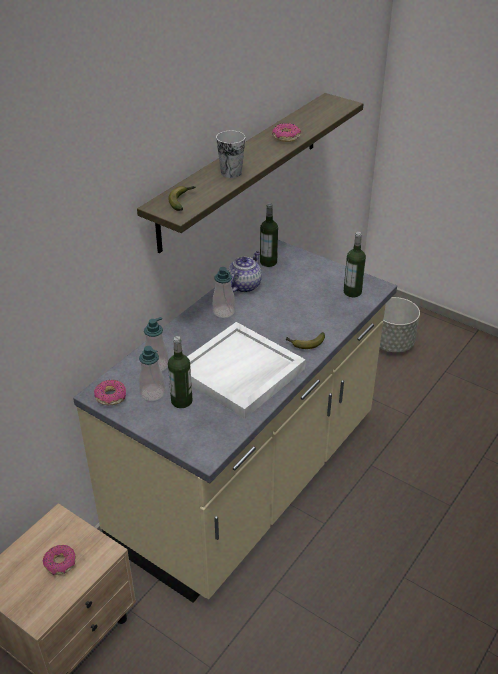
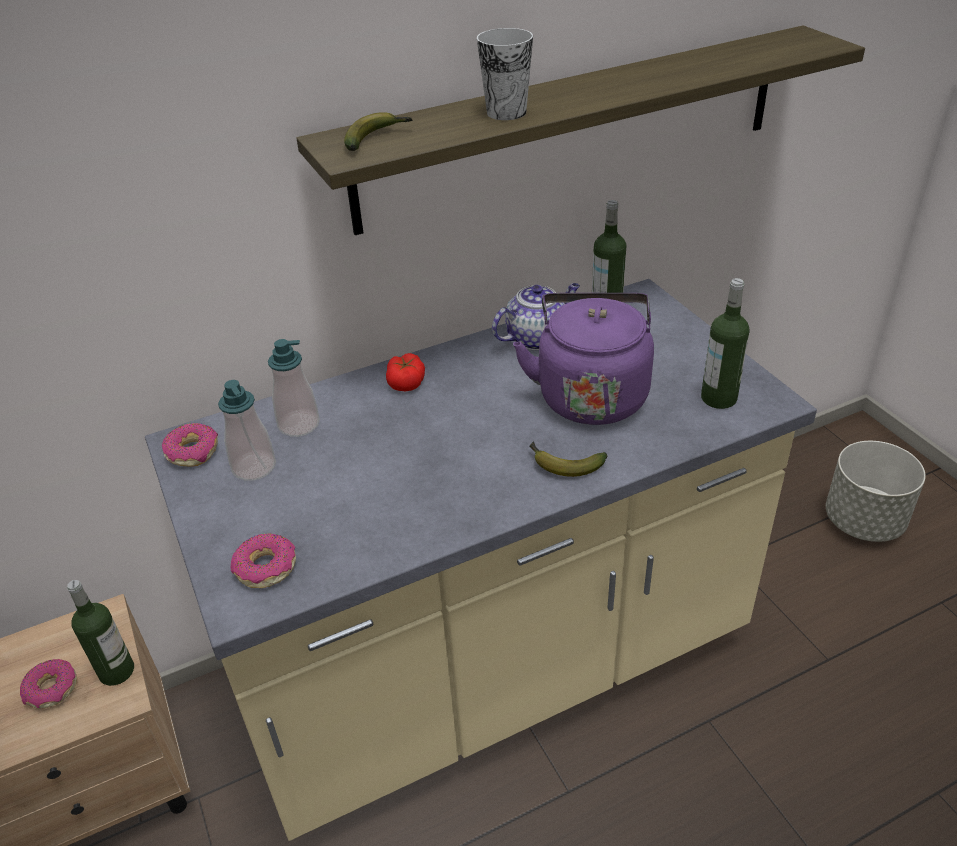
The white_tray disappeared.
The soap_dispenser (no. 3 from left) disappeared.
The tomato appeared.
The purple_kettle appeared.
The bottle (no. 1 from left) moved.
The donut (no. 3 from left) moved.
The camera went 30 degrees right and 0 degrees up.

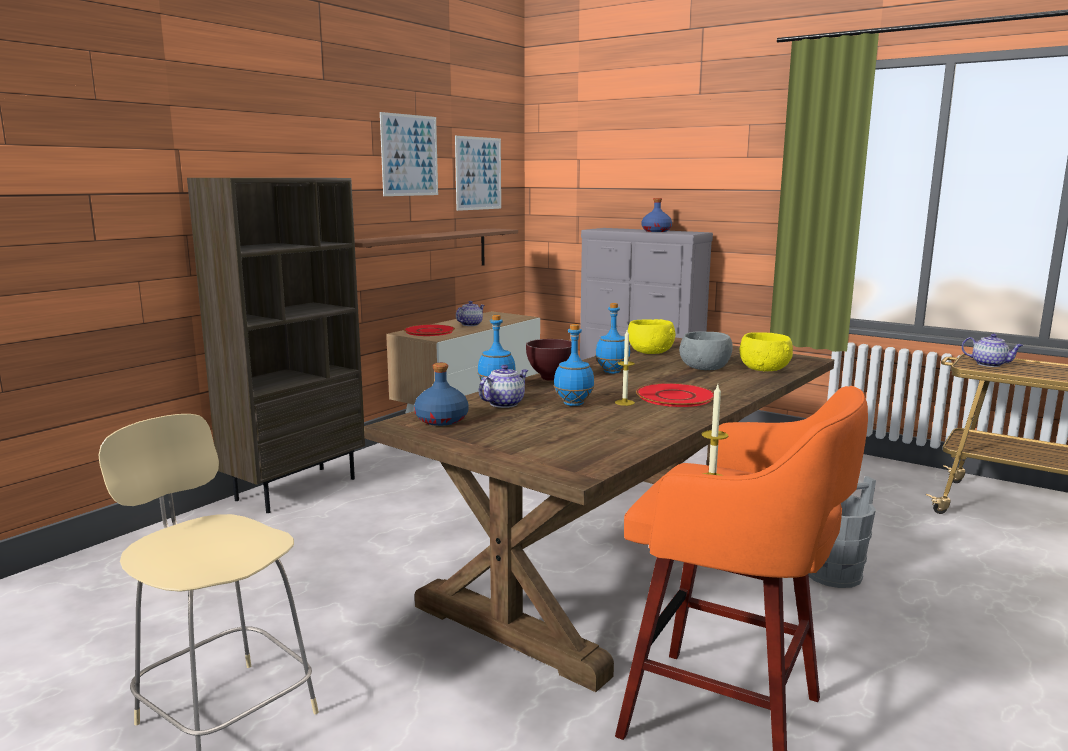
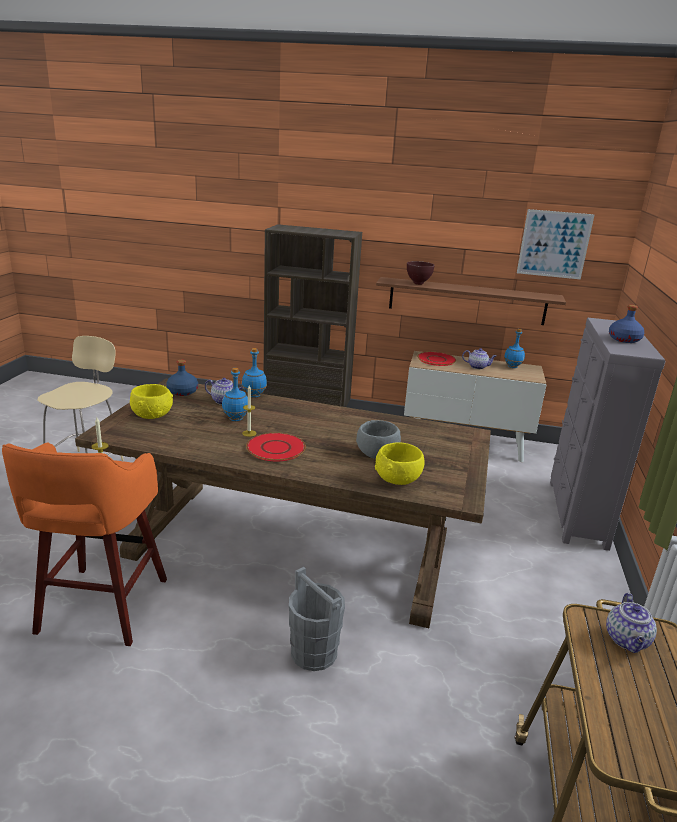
The picture (no. 1 from left) disappeared.
The brown_bowl moved.
The blue_bottle (no. 4 from left) moved.
The yellow_bowl (no. 1 from left) moved.
The camera went 65 degrees right and 10 degrees up.

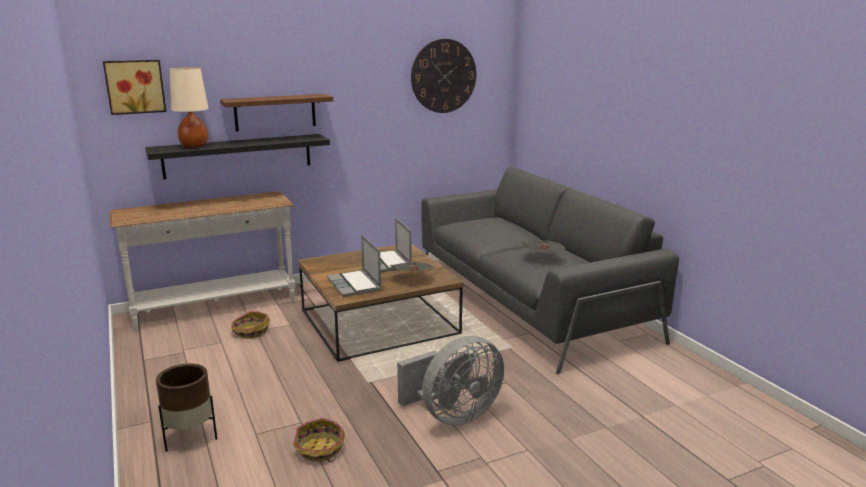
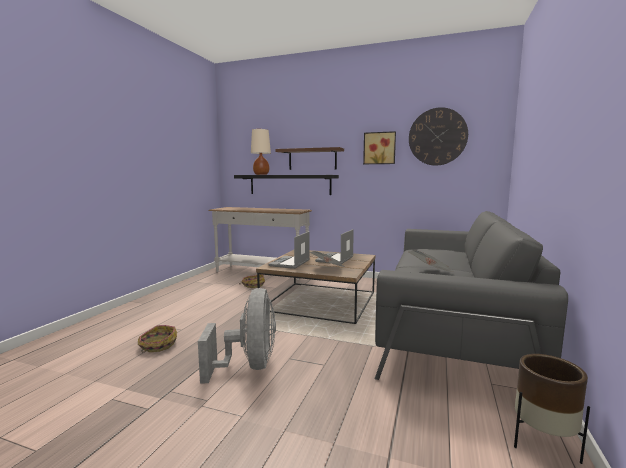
The picture moved.
The brown_planter moved.
The grey_fan turned 105 degrees counterclockwise.
The camera went 45 degrees right and 10 degrees down.

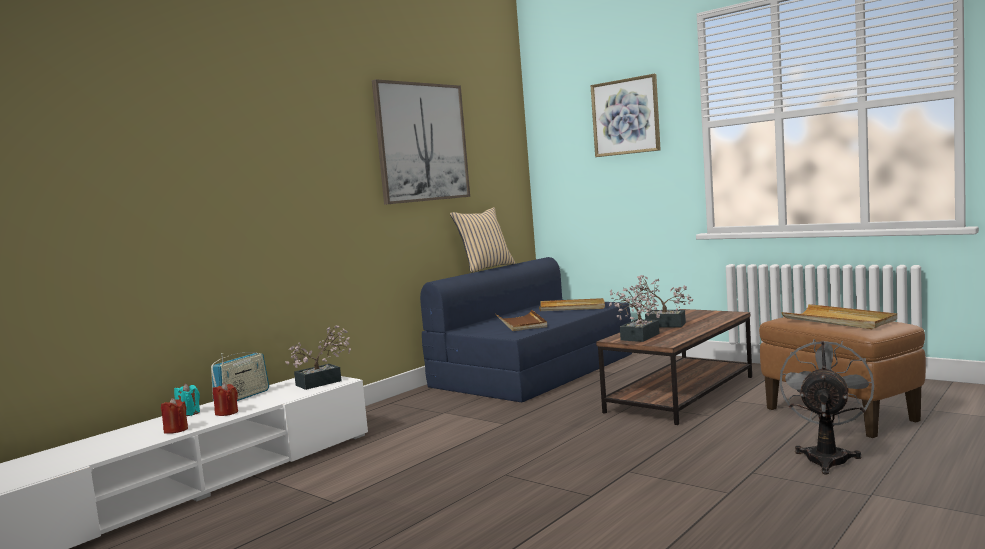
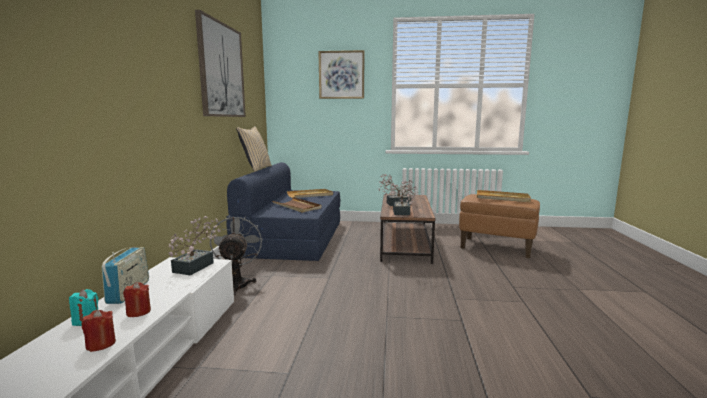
The grey_fan moved.
The camera went 35 degrees left and 5 degrees up.

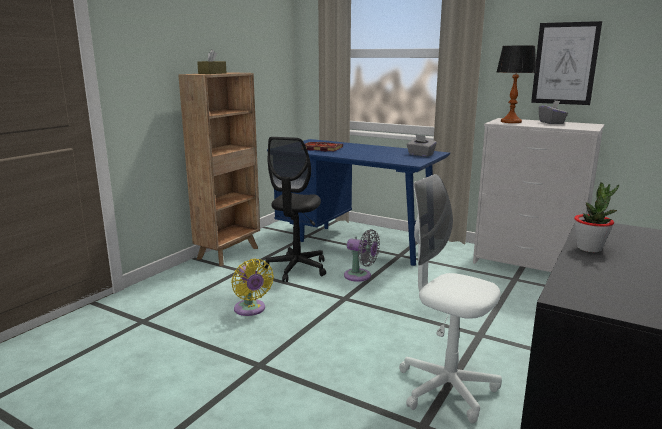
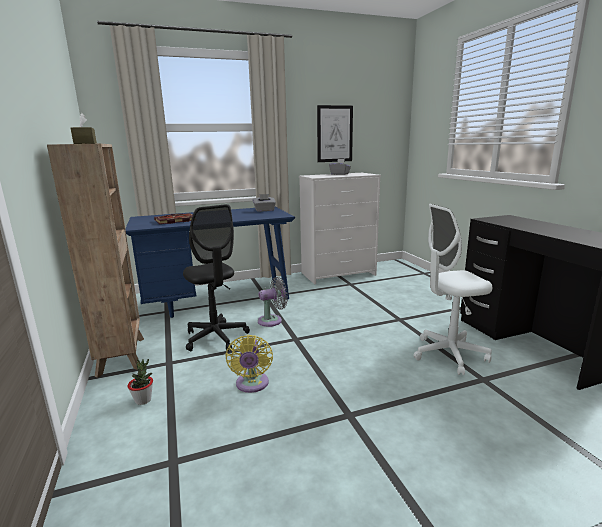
The table_lamp disappeared.
The potted_plant moved.
The yellow_fan turned 75 degrees clockwise.
The camera went 50 degrees left and 0 degrees up.

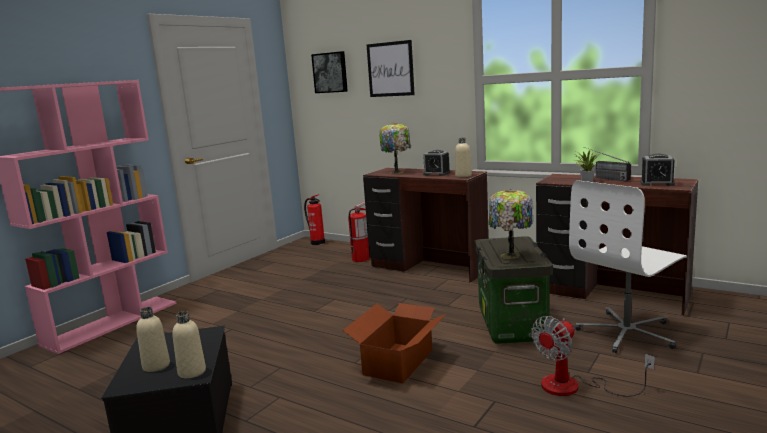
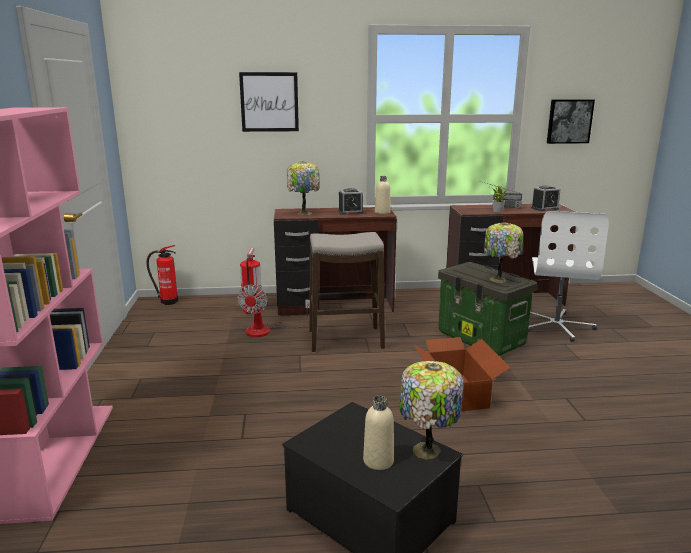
The stool appeared.
The picture (no. 1 from left in the first image) moved.
The fan moved.
The beige_bottle (no. 2 from left) was replaced by the table_lamp (no. 2 from left).
The camera went 40 degrees left and 5 degrees up.

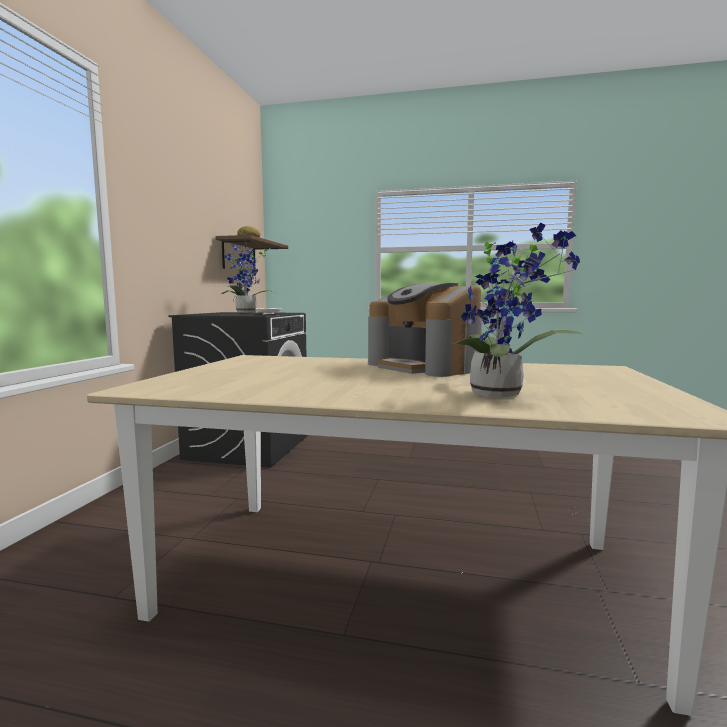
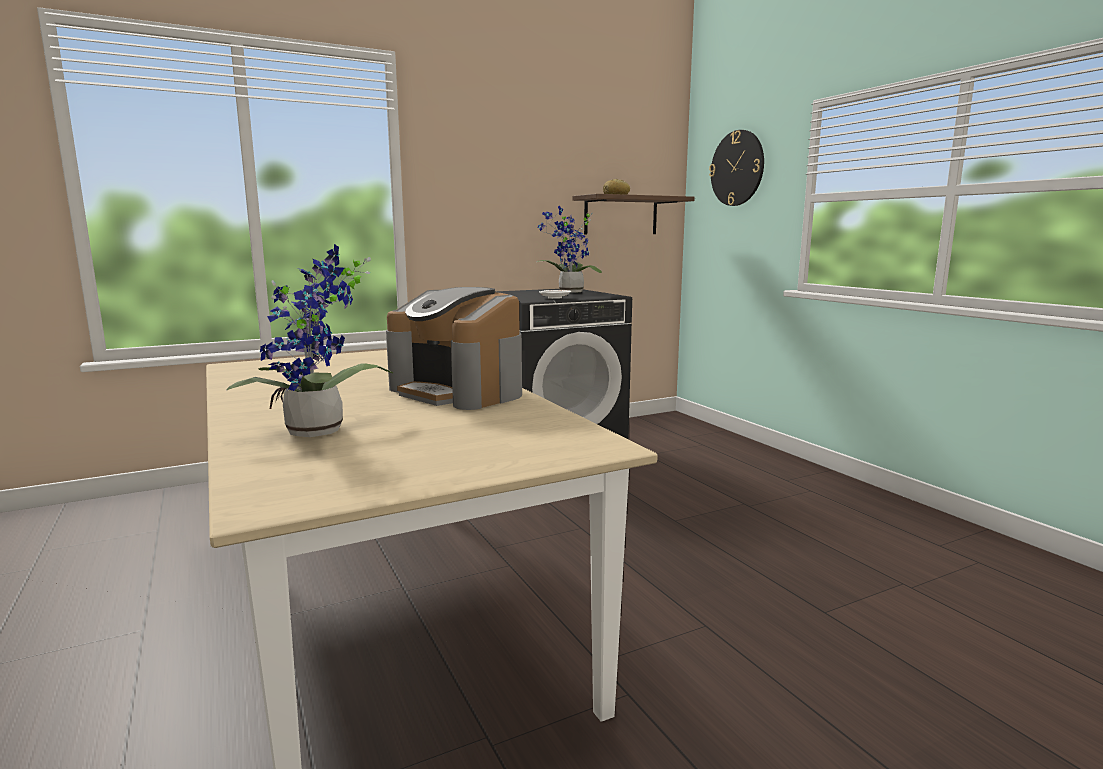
The wall_clock appeared.
The coffee_machine turned 60 degrees counterclockwise.
The camera went 50 degrees right and 5 degrees up.

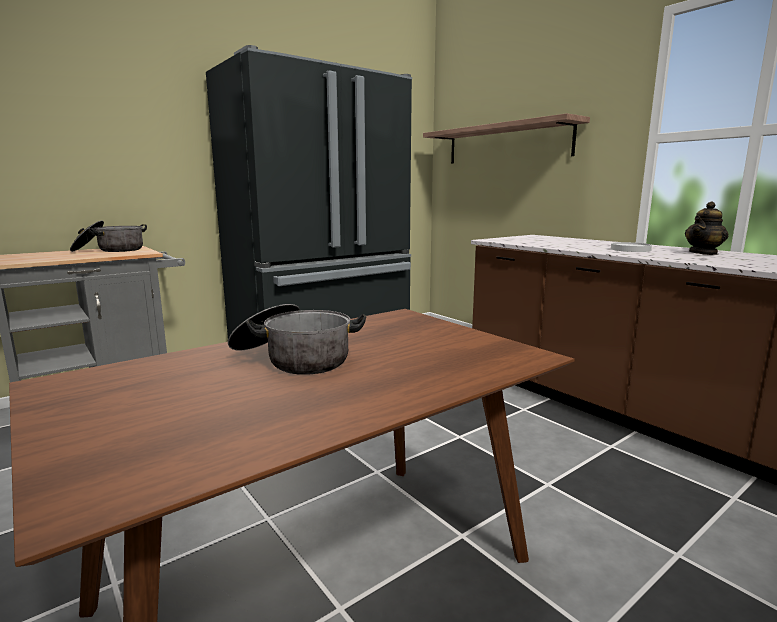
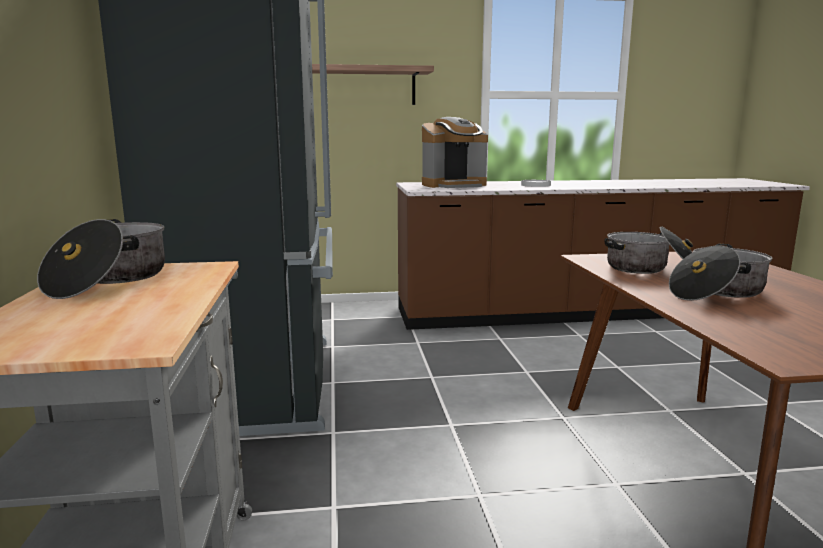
The teapot disappeared.
The coffee_machine appeared.
The cooking_pot (no. 2 from left) appeared.
The camera went 60 degrees left and 0 degrees up.

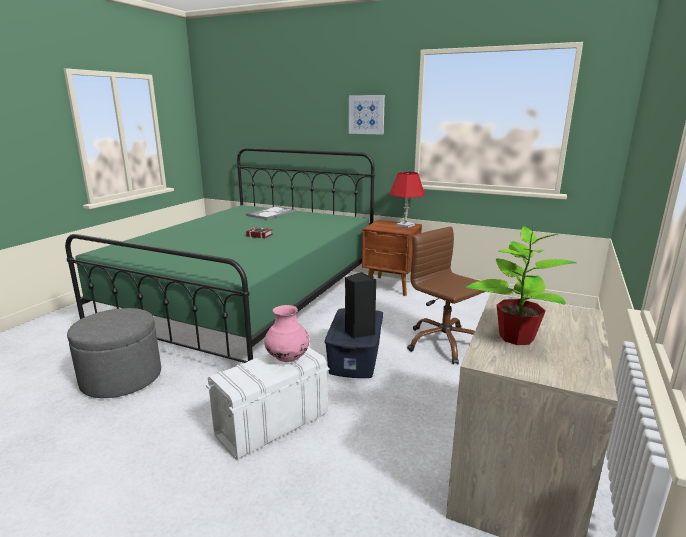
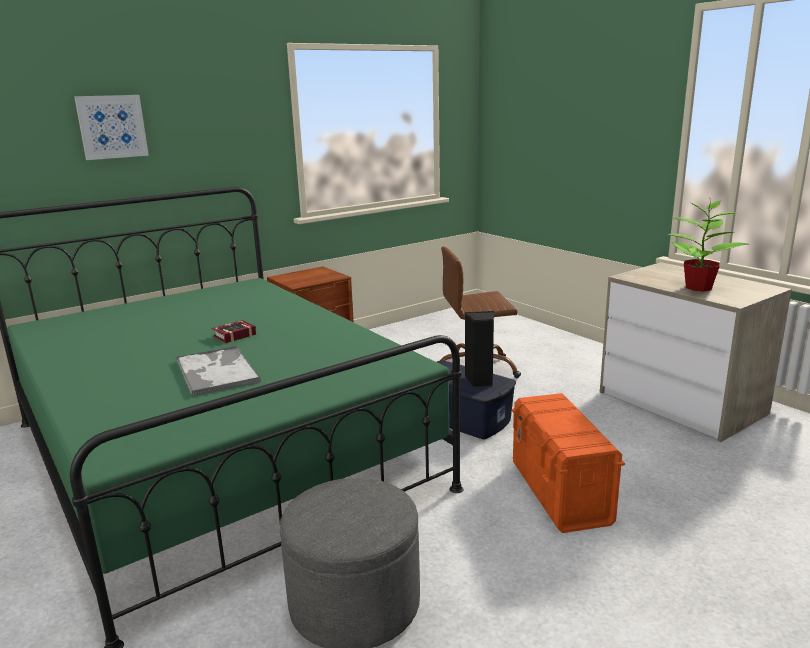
The pink_vase disappeared.
The red_table_lamp disappeared.
The tray moved.
The picture moved.
The white_storage_box became the orange_storage_box.
The camera went 60 degrees left and 0 degrees up.

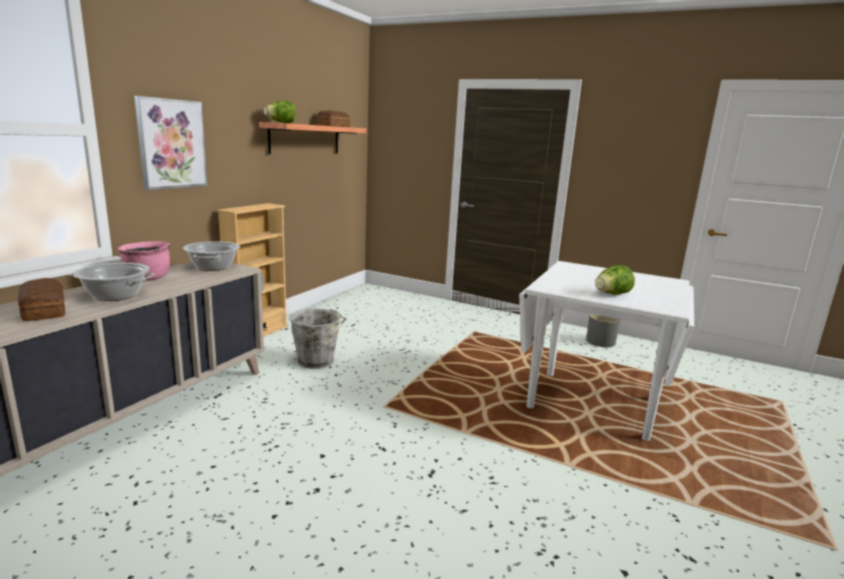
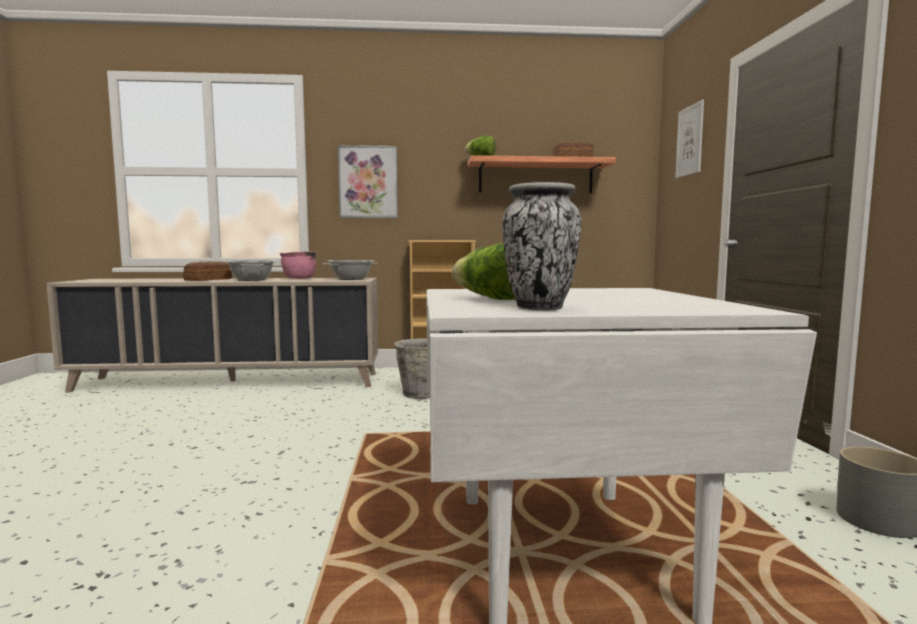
The vase appeared.
The picture (no. 2 from left) appeared.
The camera went 60 degrees right and 10 degrees down.

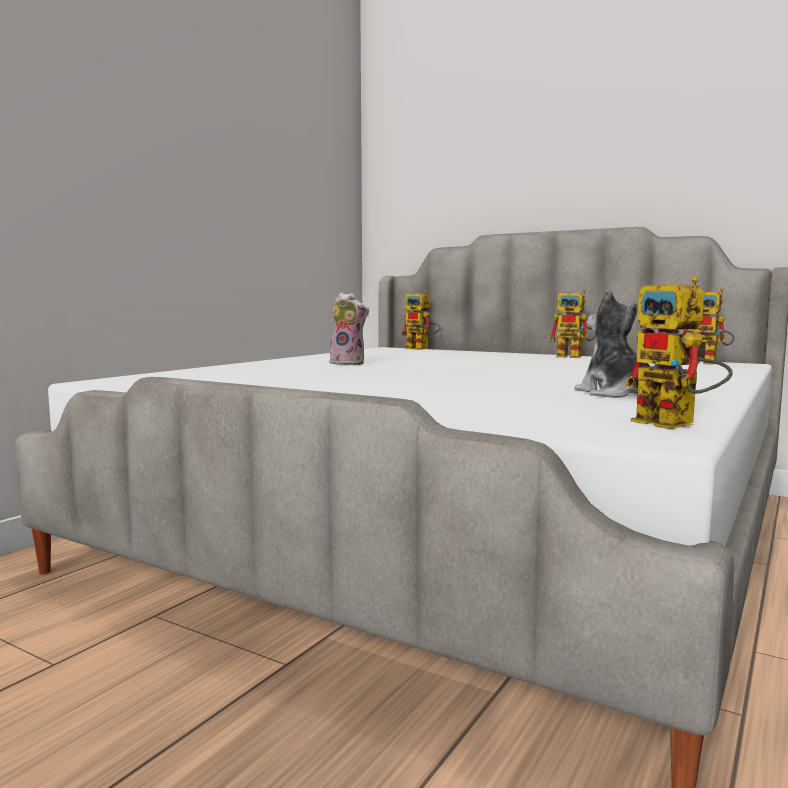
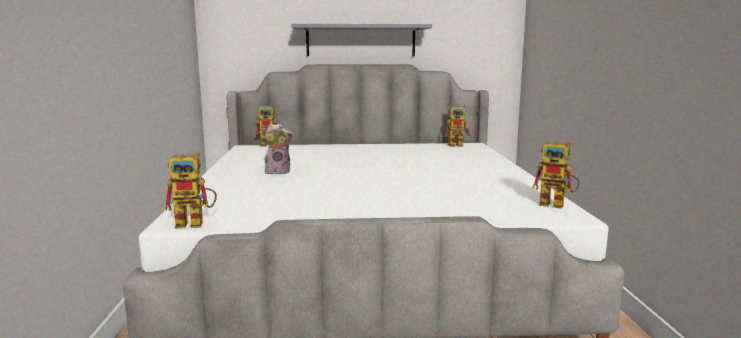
The plush_toy (no. 2 from left) disappeared.
The grey_shelf appeared.
The toy_robot (no. 2 from left in the first image) moved.
The camera went 35 degrees left and 5 degrees up.

